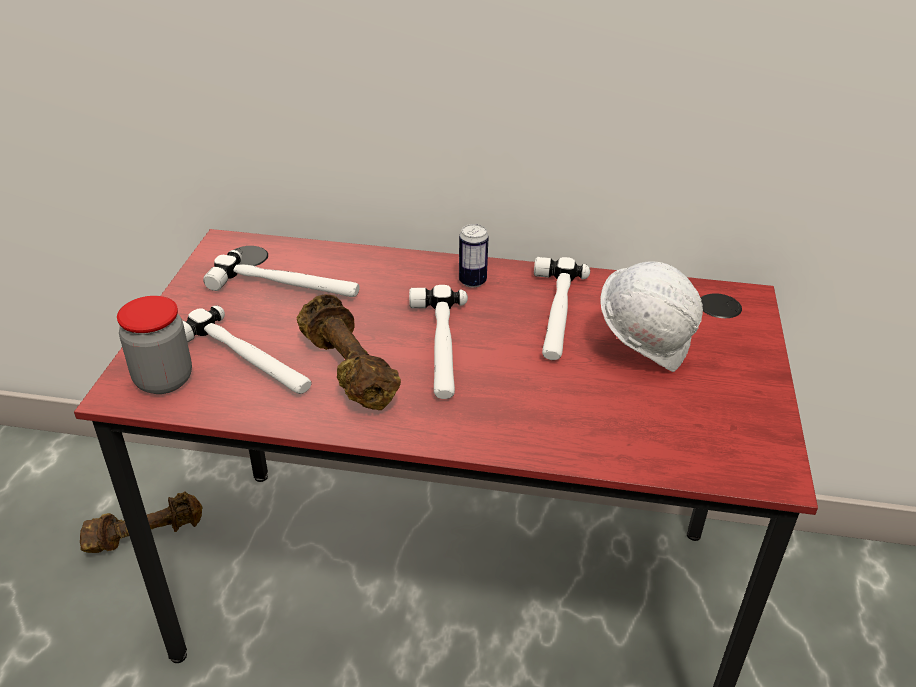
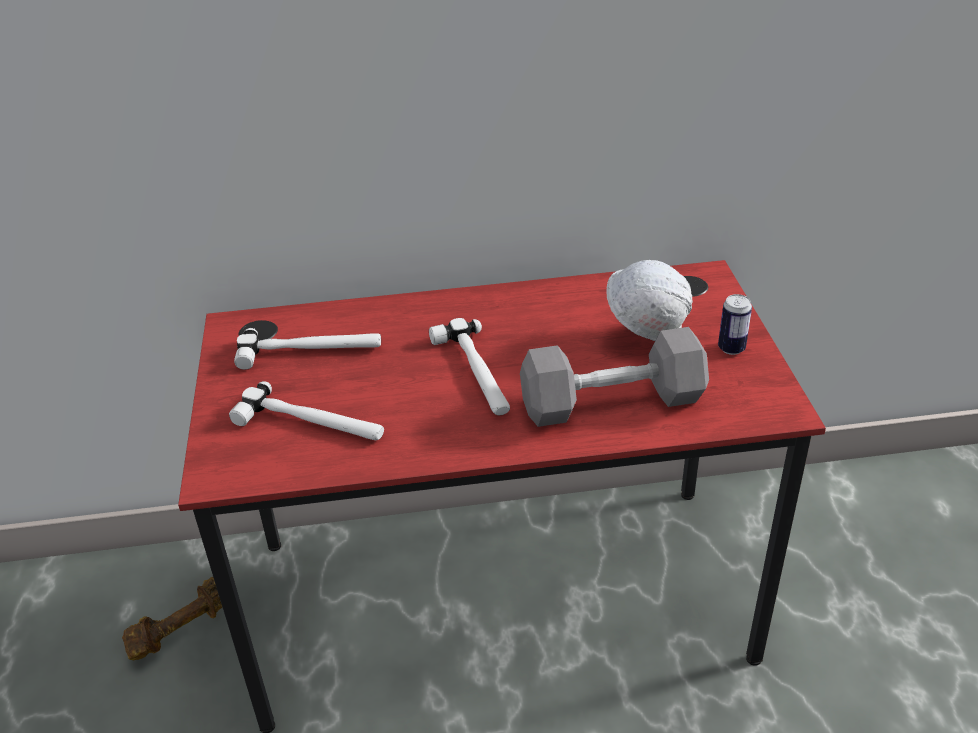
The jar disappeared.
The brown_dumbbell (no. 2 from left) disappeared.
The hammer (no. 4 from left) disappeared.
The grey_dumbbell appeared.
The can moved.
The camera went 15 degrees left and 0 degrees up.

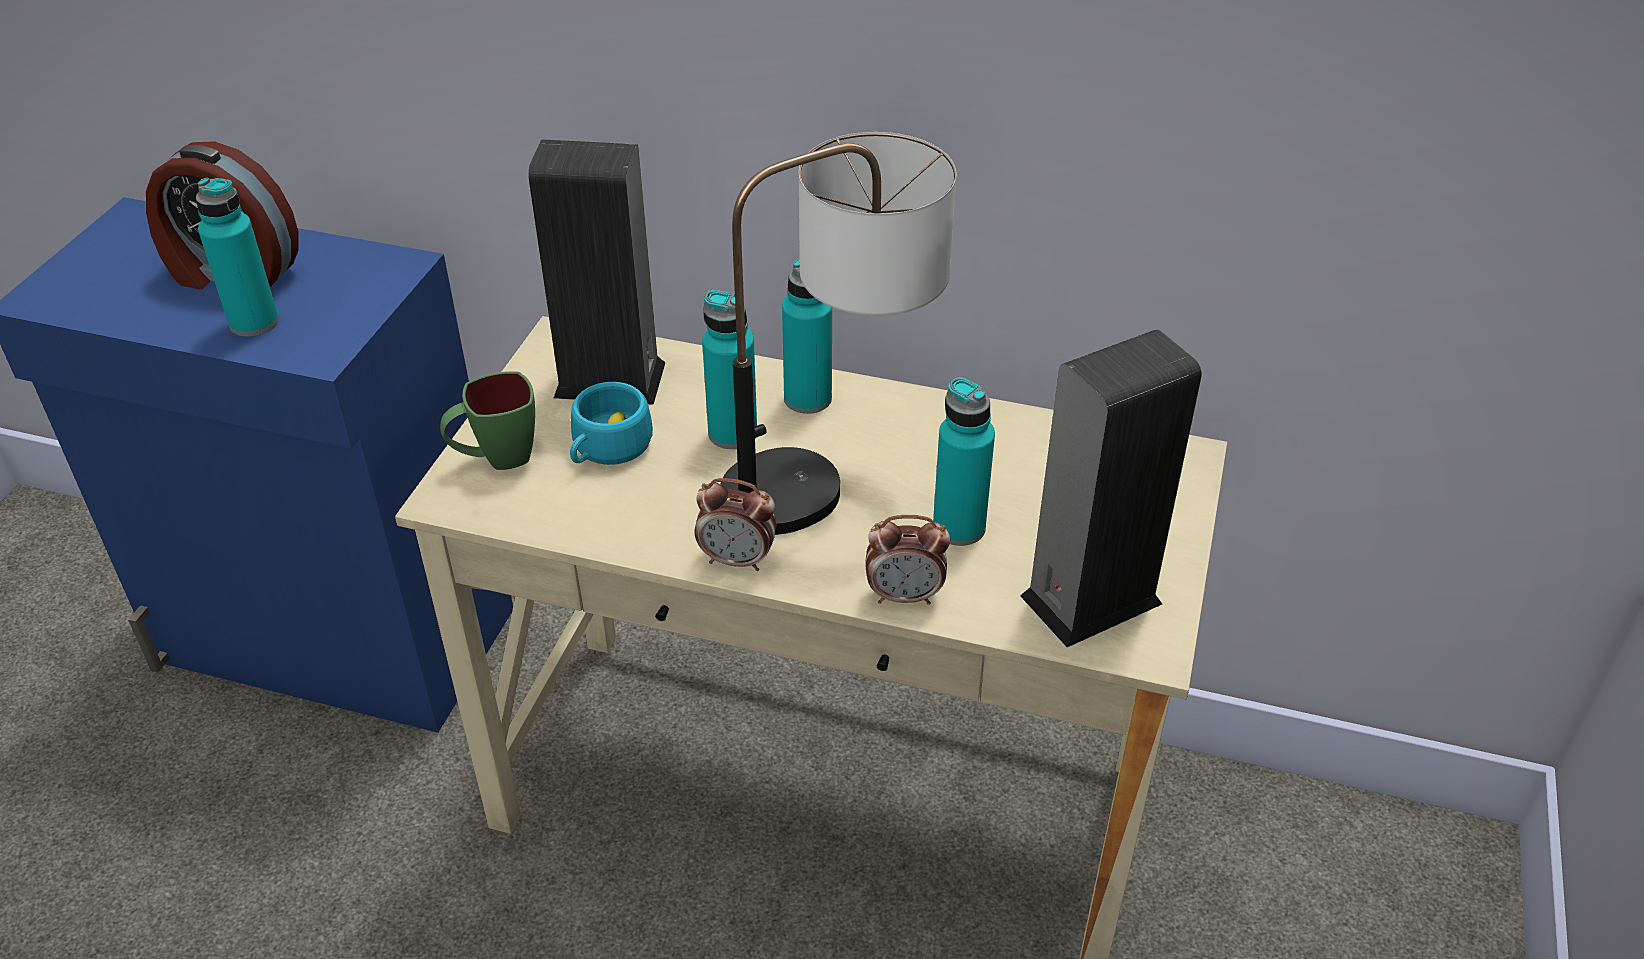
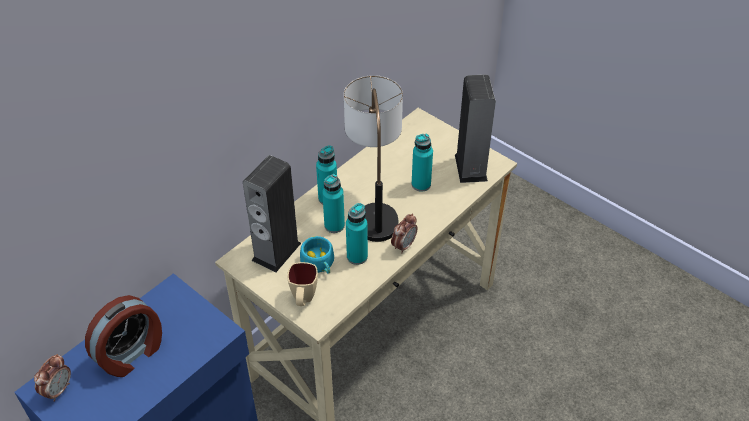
The turquoise_bottle (no. 1 from left in the first image) moved.
The alarm_clock (no. 3 from left in the first image) moved.
The green_mug became the beige_mug.
The camera went 65 degrees left and 5 degrees up.

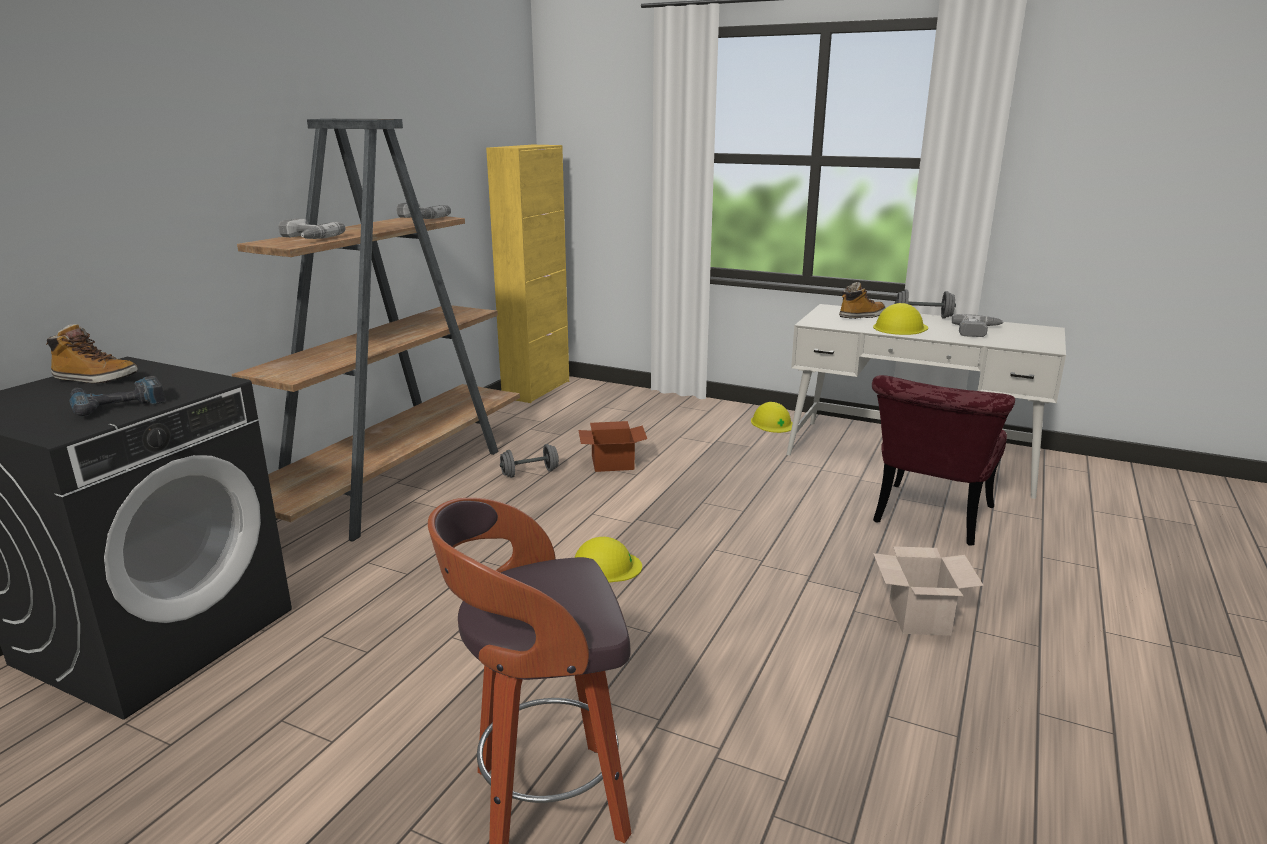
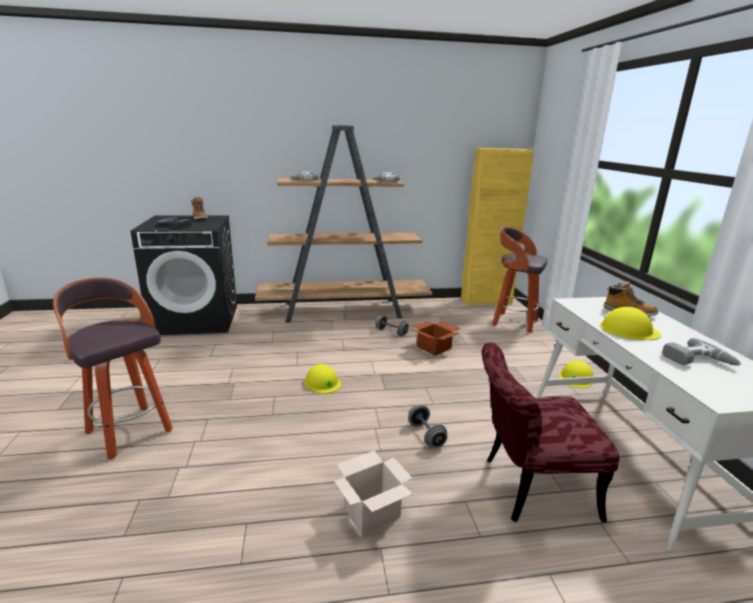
The stool (no. 2 from left) appeared.
The grey_dumbbell (no. 2 from left) moved.
The camera went 55 degrees right and 0 degrees up.

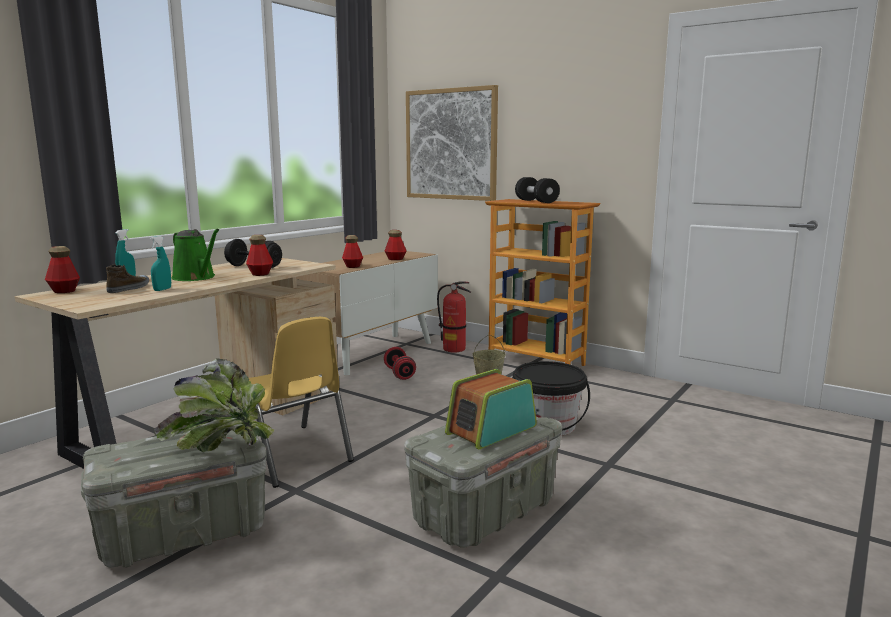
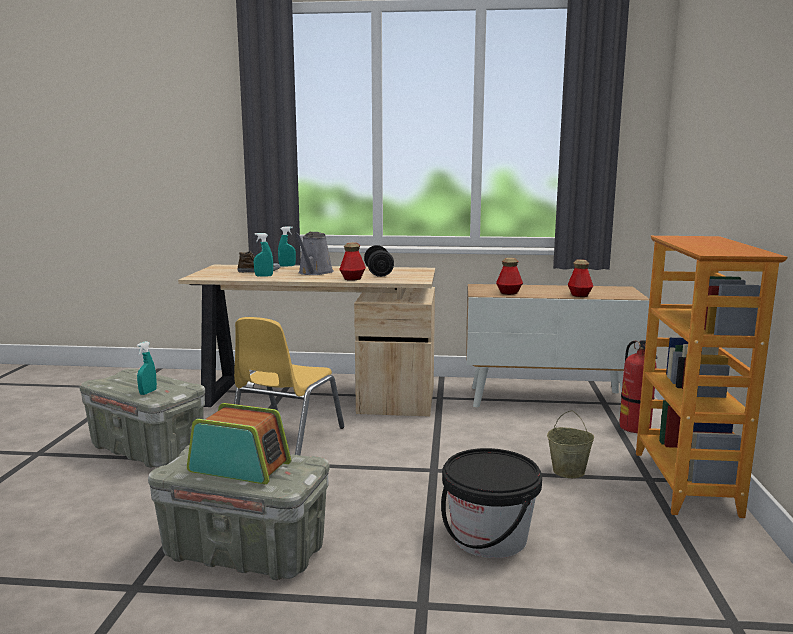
The bottle (no. 1 from left) disappeared.
The red_dumbbell disappeared.
The picture disappeared.
The black_dumbbell (no. 2 from left) disappeared.
The potted_plant was replaced by the turquoise_spray_bottle (no. 1 from left).
The green_watering_can became the grey_watering_can.
The camera went 60 degrees right and 0 degrees up.

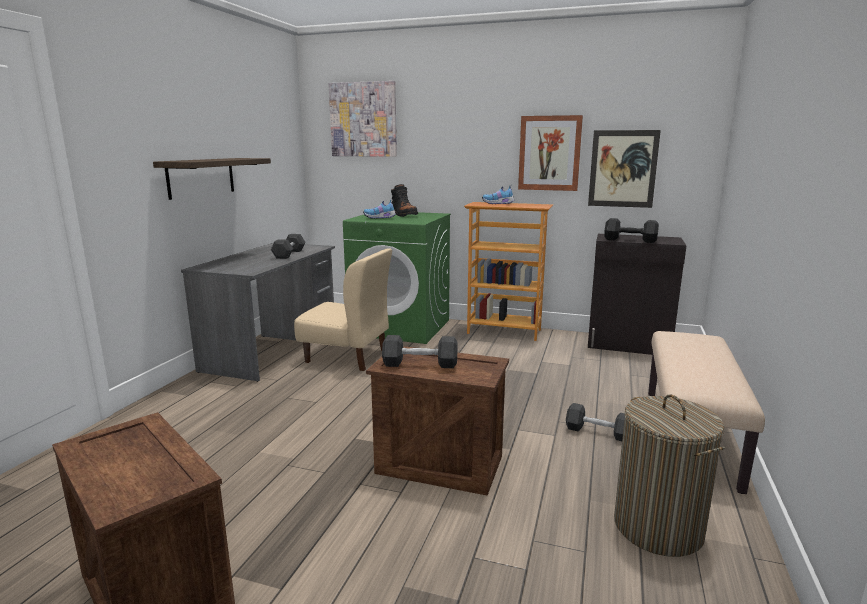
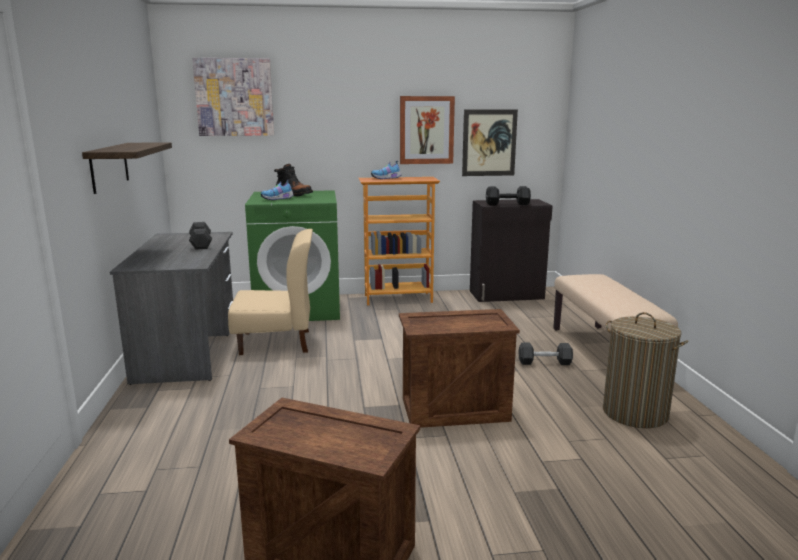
The black_dumbbell (no. 2 from left) disappeared.
The camera went 25 degrees left and 0 degrees up.

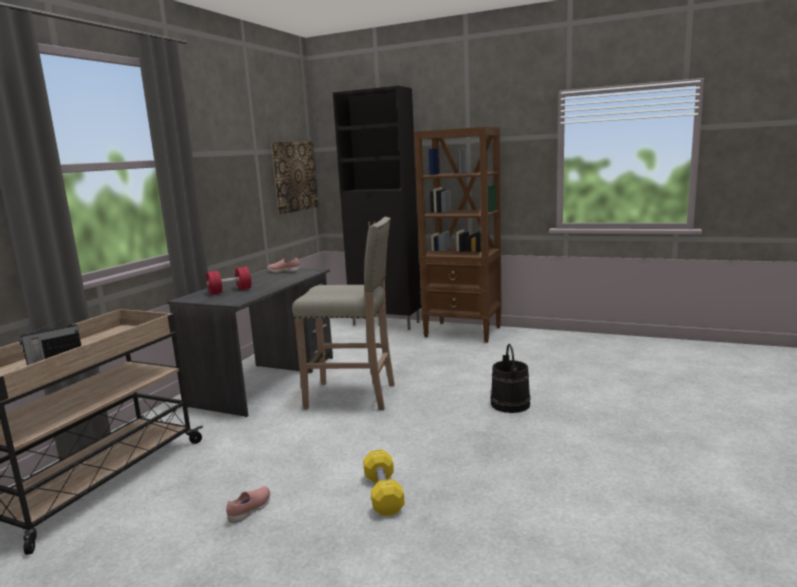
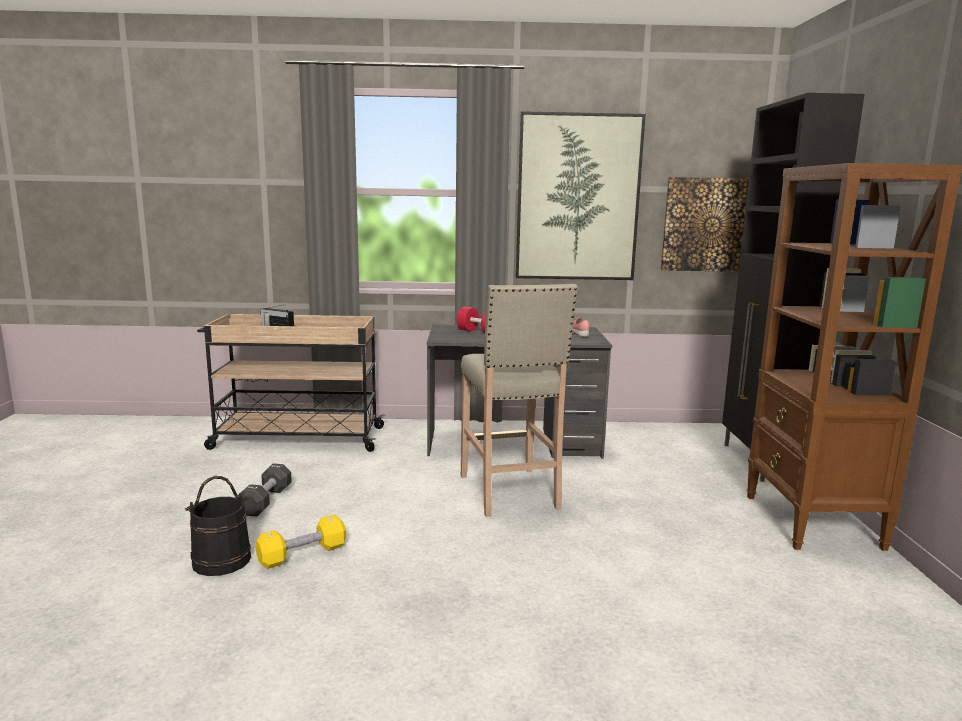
The picture (no. 1 from left) appeared.
The black_bucket moved.
The pink_shoe (no. 1 from left) was replaced by the black_dumbbell.
The camera went 65 degrees right and 0 degrees up.

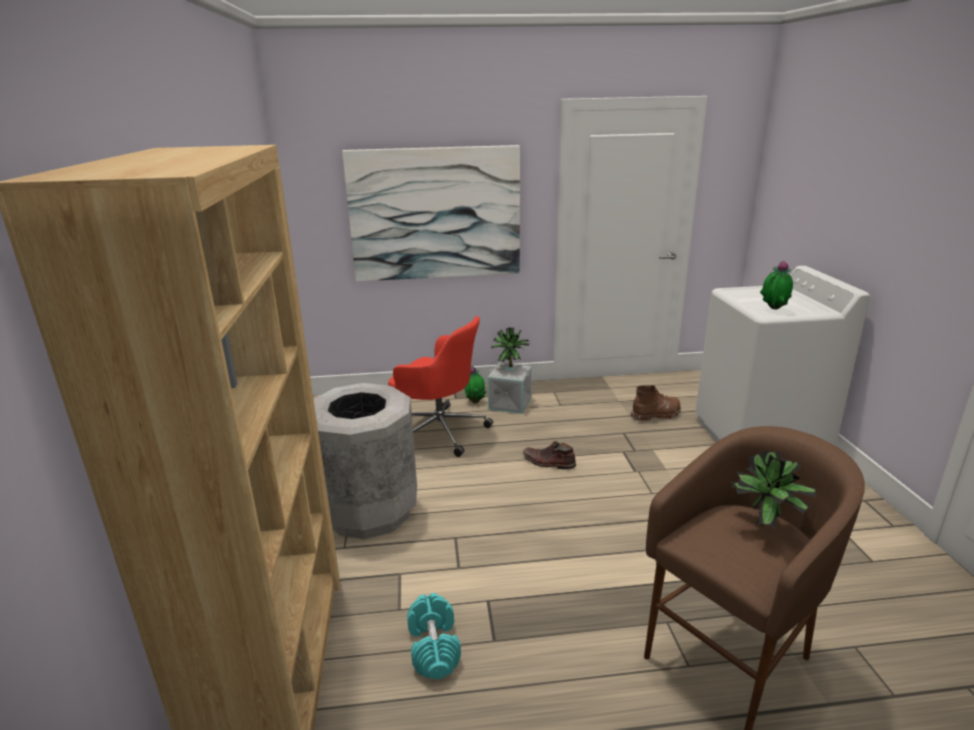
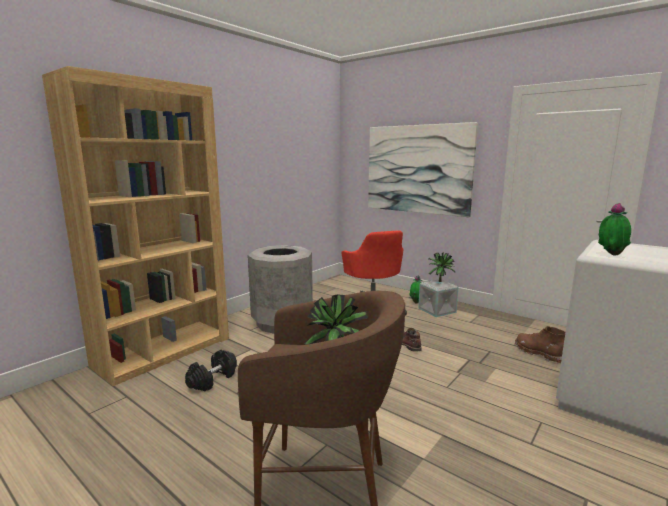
The turquoise_dumbbell became the black_dumbbell.
The brown_boot (no. 2 from left) turned 150 degrees counterclockwise.
The camera went 45 degrees right and 10 degrees down.

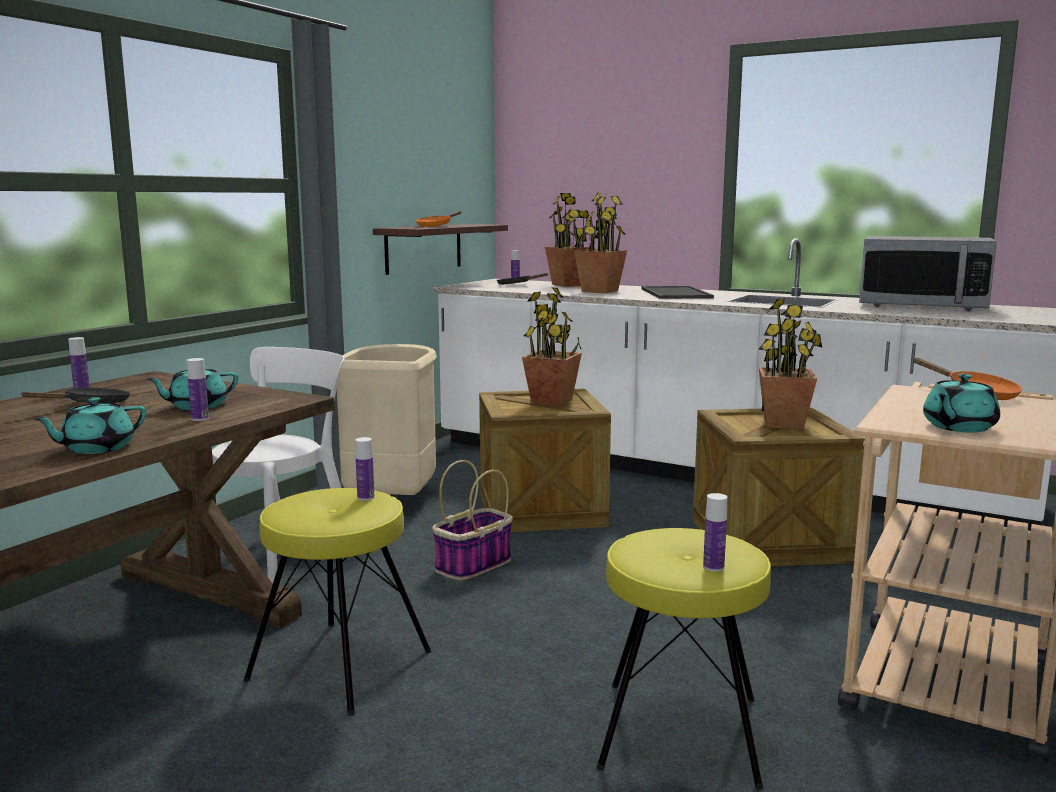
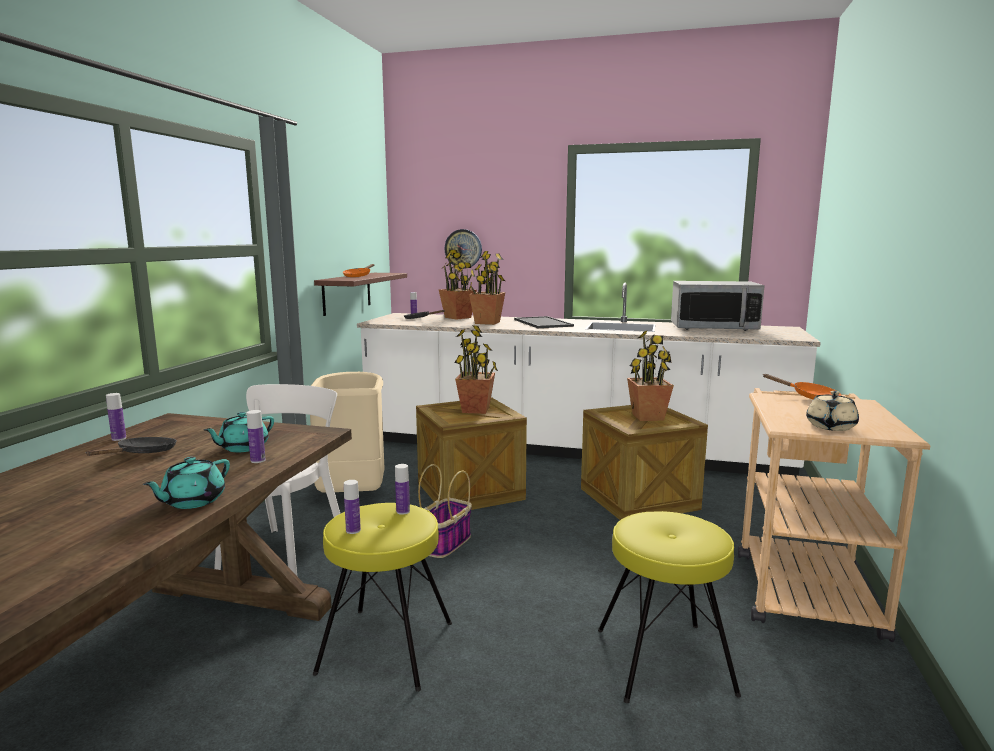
The wall_clock appeared.
The bottle (no. 5 from left in the first image) moved.
The turquoise_teapot (no. 3 from left) became the beige_teapot.
The camera went 15 degrees left and 0 degrees up.

